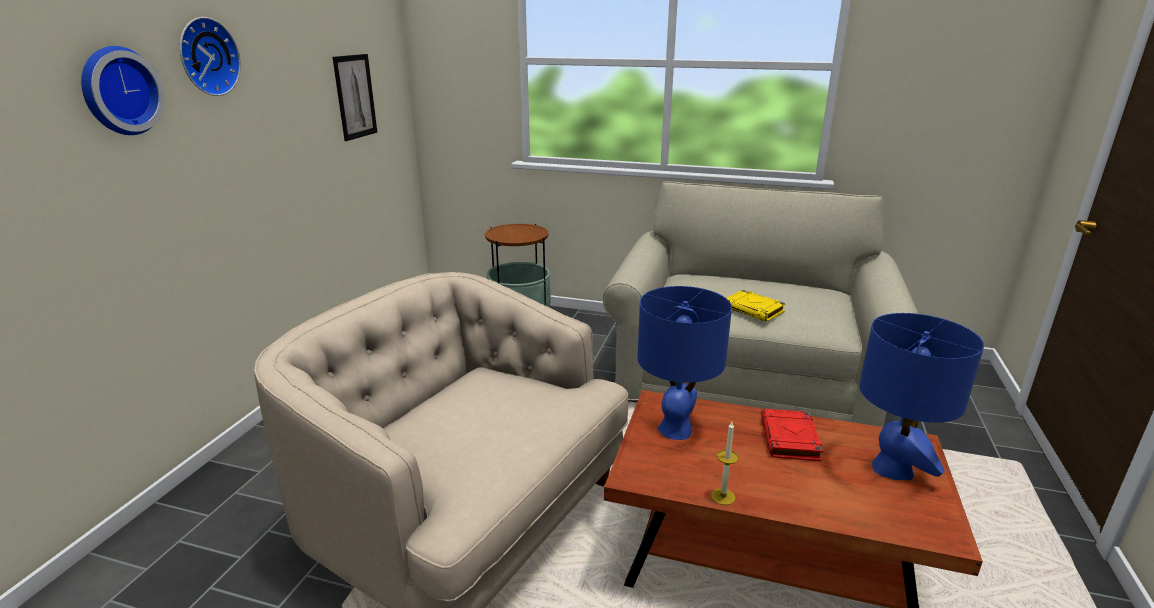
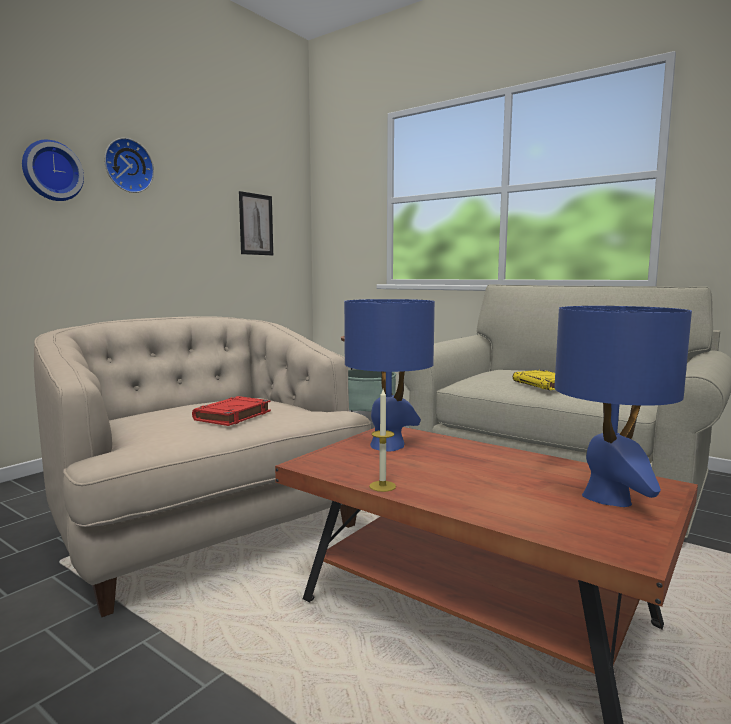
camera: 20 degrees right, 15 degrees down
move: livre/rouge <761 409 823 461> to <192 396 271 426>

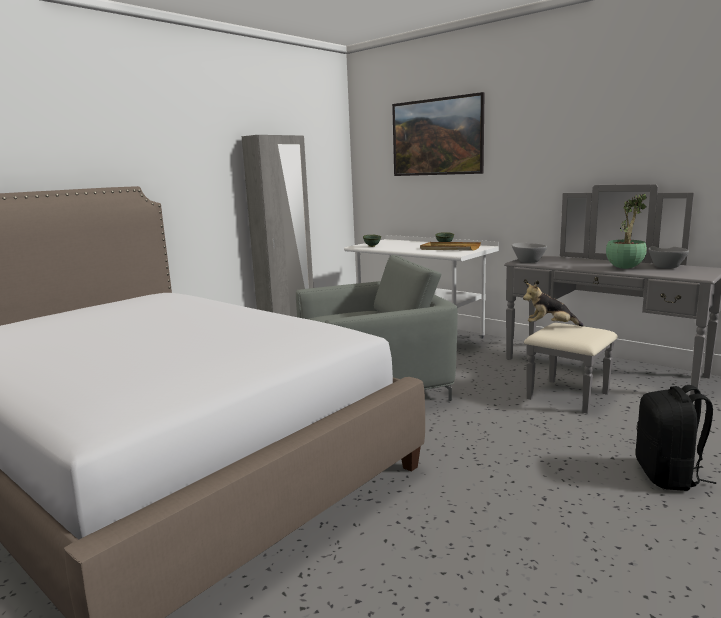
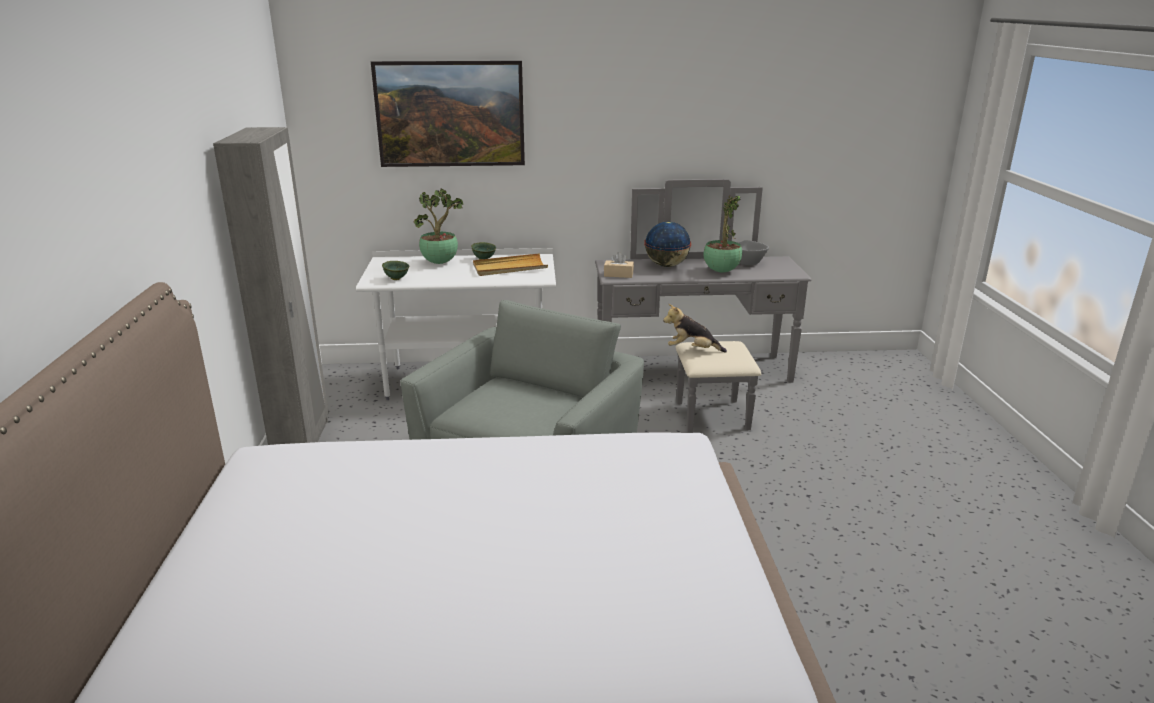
camera: 45 degrees left, 10 degrees up
delete: sac à dos/noir <636 385 716 491>
insert: plante en pot <414 188 463 264>; globe <644 222 691 267>
replace: bol/gris <512 243 547 263> to boîte à mouchoirs/beige <604 252 634 278>
rotate: peluche <523 283 584 327> = <663 304 727 352> 45 degrees clockwise

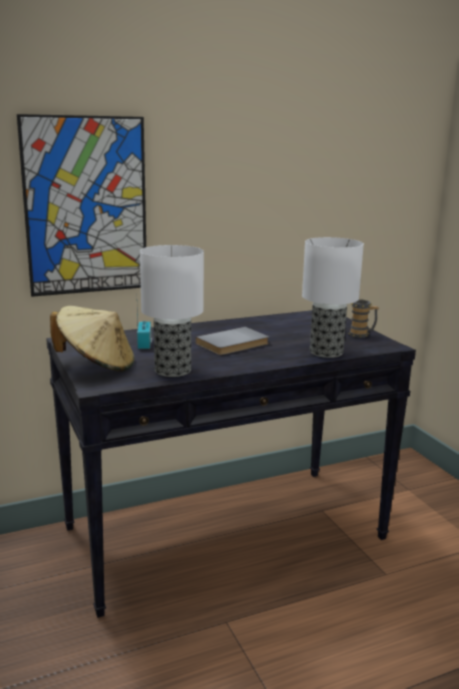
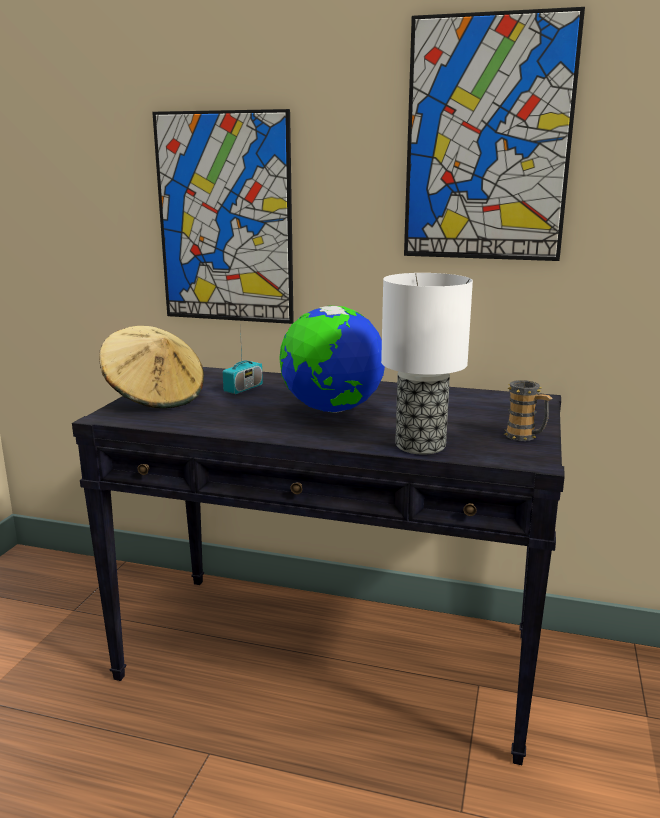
camera: 40 degrees right, 0 degrees up
delete: lampe de table <140 245 204 377>
insert: tableau <404 7 585 261>
replace: livre/gris <195 327 269 355> to globe <279 305 385 413>

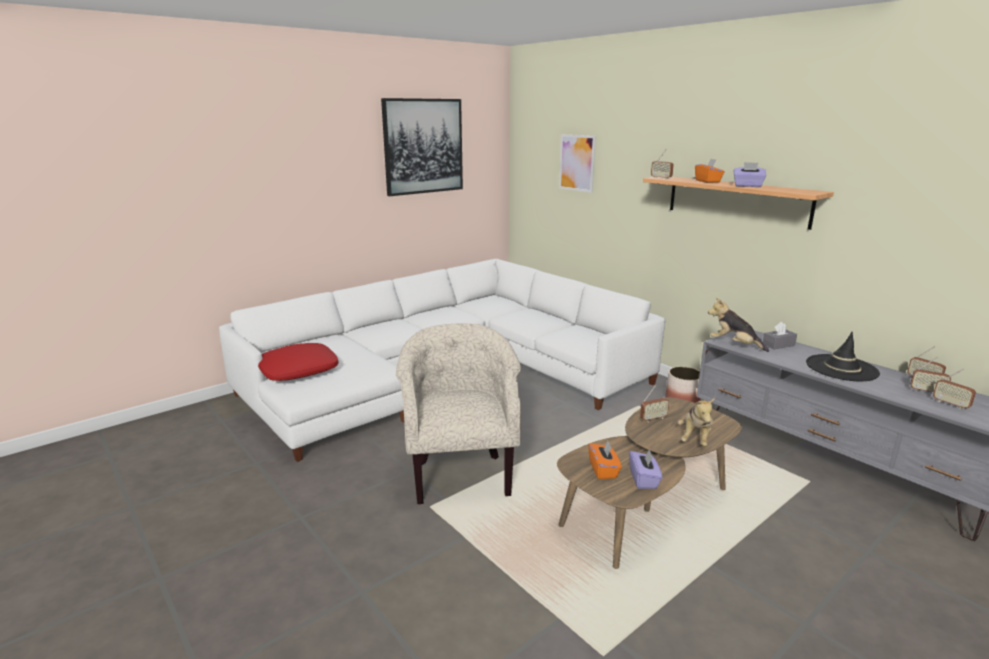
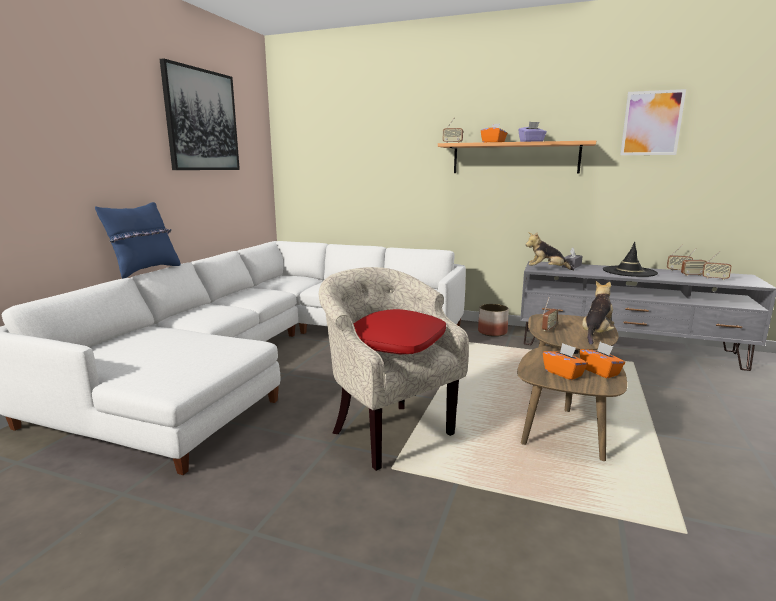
camera: 30 degrees left, 5 degrees down
insert: coussin/bleu <95 202 180 279>
move: coussin/rouge <258 343 338 381> to <353 309 446 354>; tableau <559 134 596 193> to <620 89 686 155>
recolor: boîte à mouchoirs/violet <629 449 662 489> to boîte à mouchoirs/orange <579 342 625 378>
rotate: peluche <678 398 715 447> = <582 281 615 345> 135 degrees counterclockwise

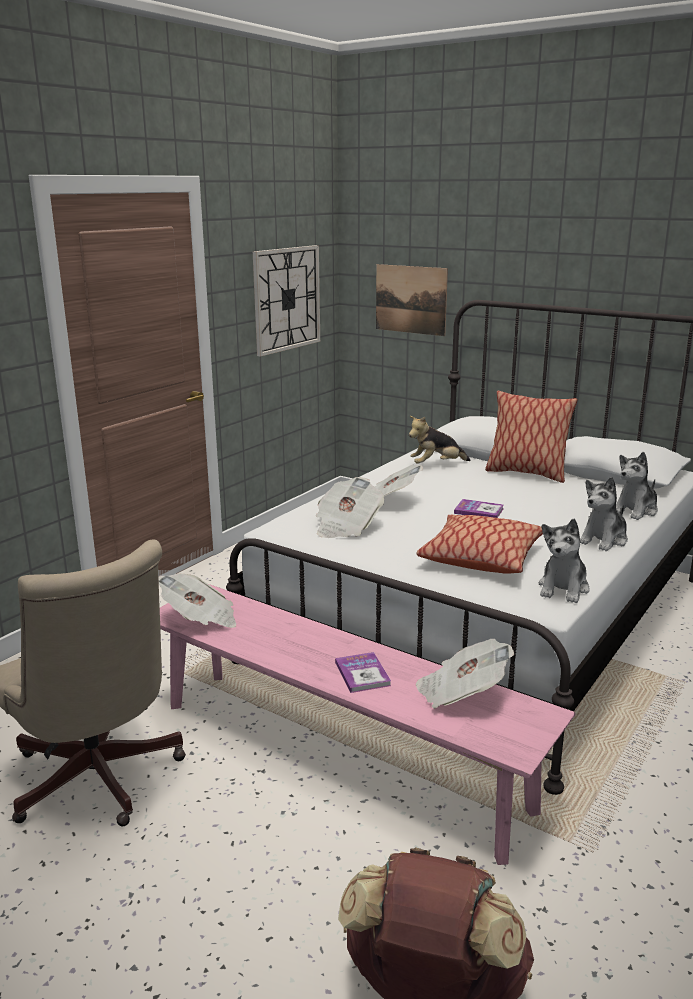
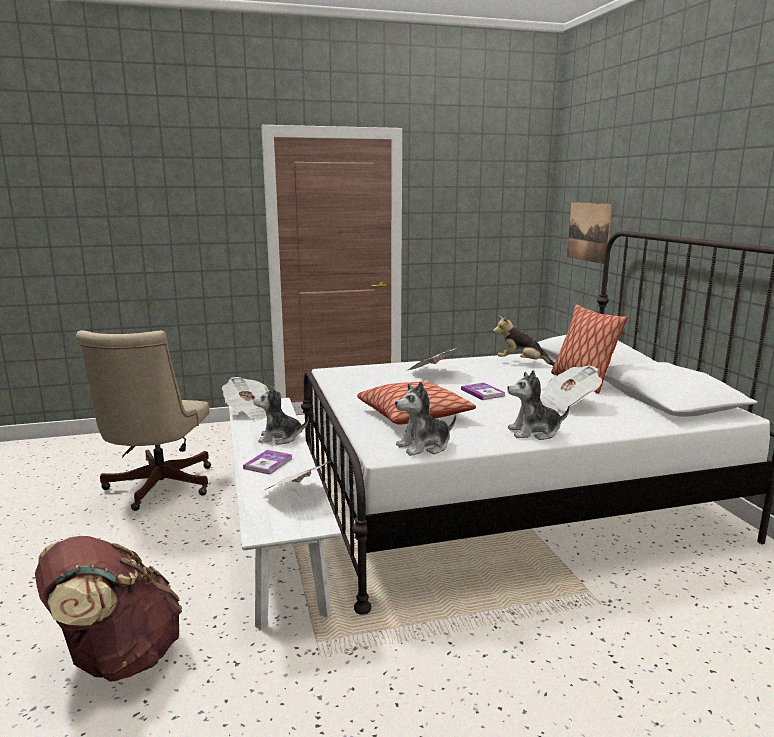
camera: 40 degrees right, 5 degrees down
delete: horloge murale <253 245 320 357>
move: journal <316 477 384 538> to <540 366 602 411>; peluche <616 452 658 520> to <253 386 309 445>
recolor: banc/rose <160 584 576 865> to banc/blanc <229 398 341 630>

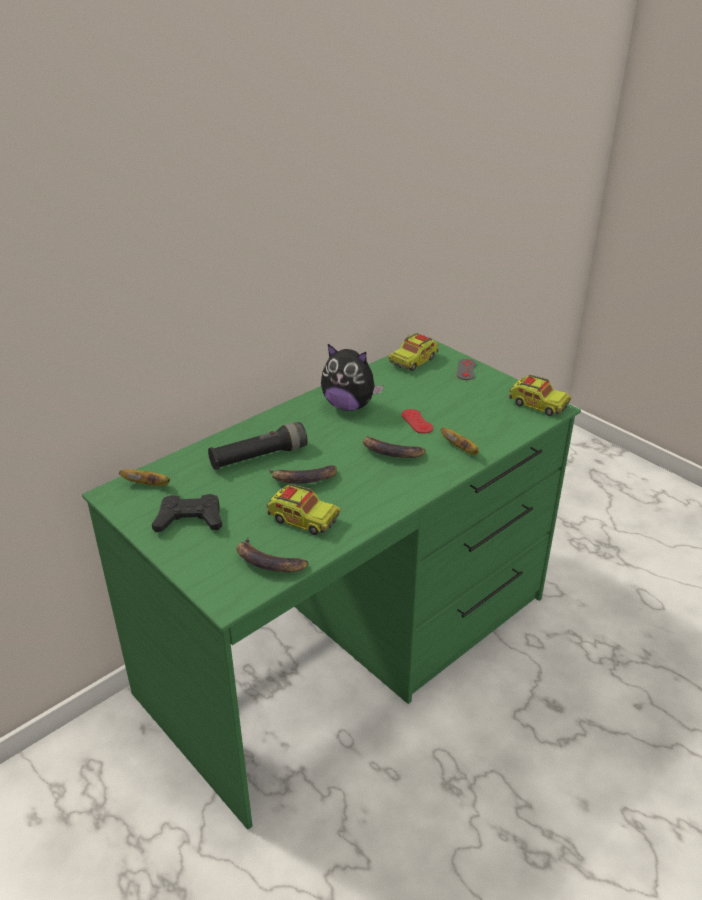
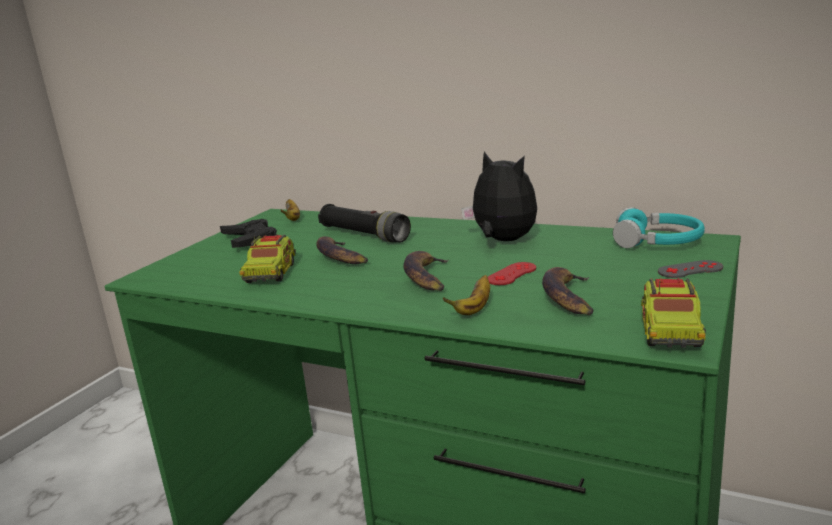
camera: 70 degrees right, 15 degrees down
move: banane <236 537 309 572> to <542 267 594 315>
replace: camion jouet <388 333 439 371> to casque audio/turquoise <613 207 705 248>
rotate: peluche <321 344 383 411> = <461 151 537 241> 135 degrees clockwise

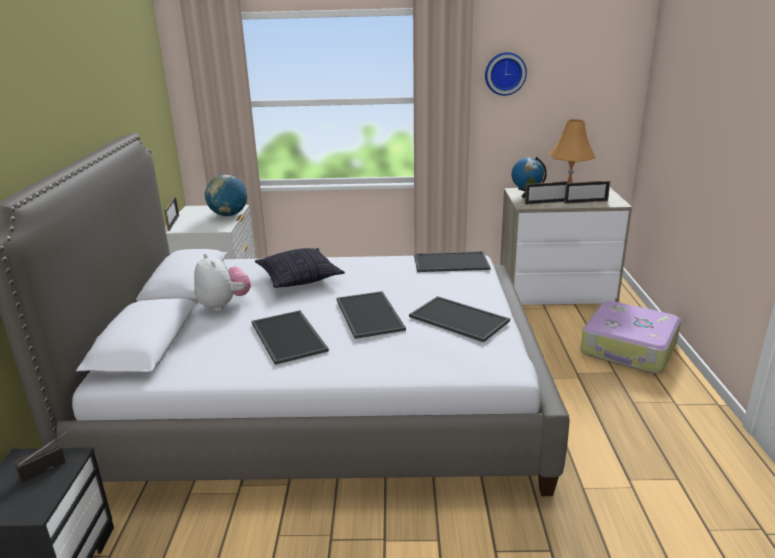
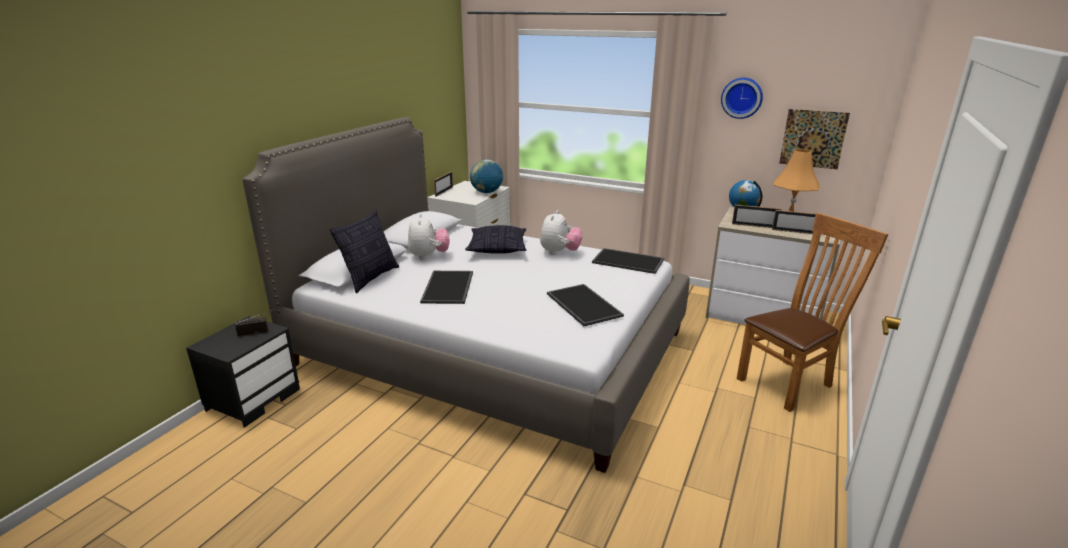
camera: 25 degrees right, 0 degrees up
delete: plateau <336 291 406 339>
insert: coussin <330 210 399 293>; peluche <540 210 583 255>; tableau <779 109 850 169>
replace: valise <580 301 681 374> to chaise/marron <737 213 888 412>

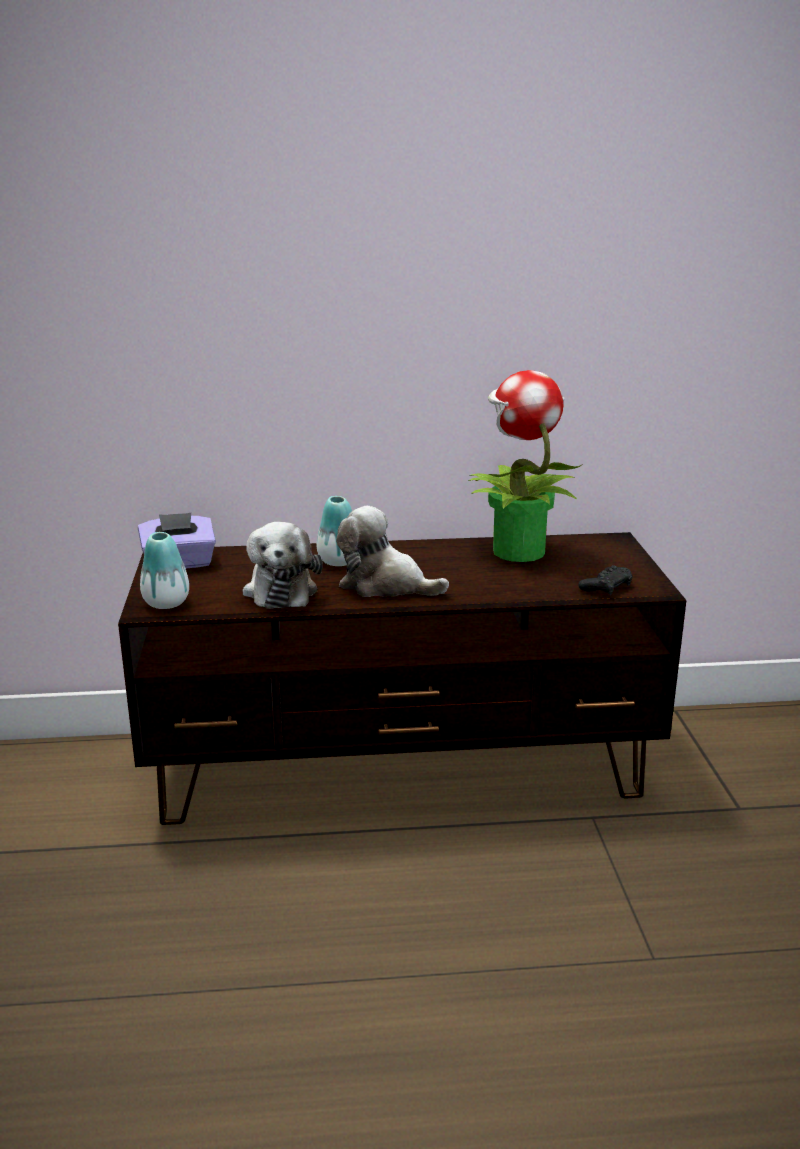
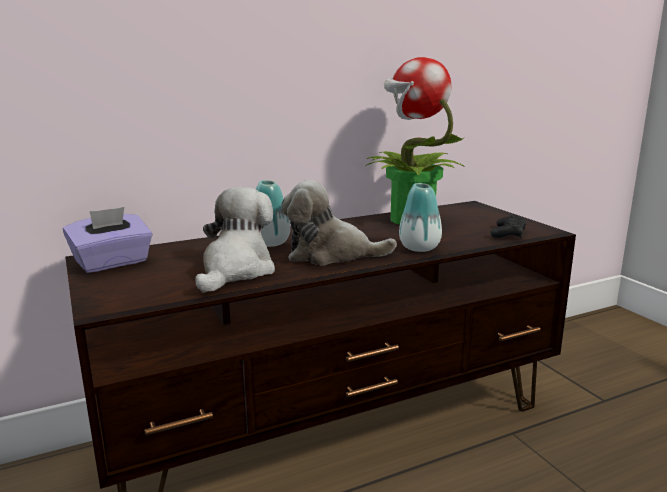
camera: 20 degrees left, 5 degrees down
move: vase <140 532 189 609> to <399 183 442 252>
rotate: peluche <243 522 323 609> = <195 187 275 293> 135 degrees counterclockwise

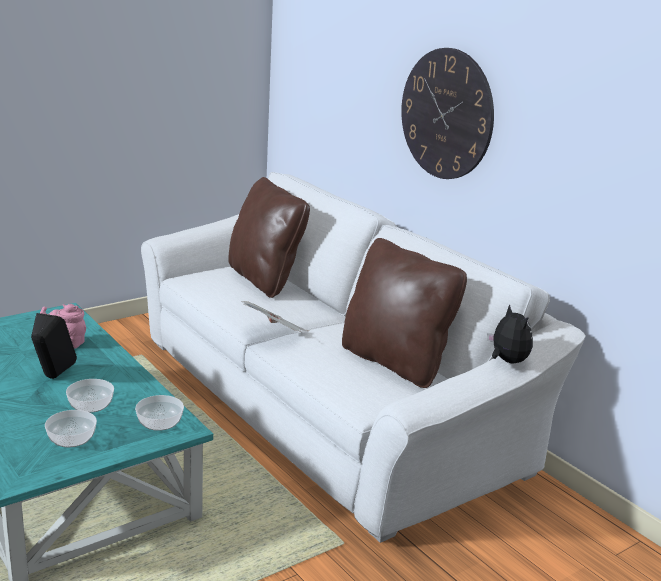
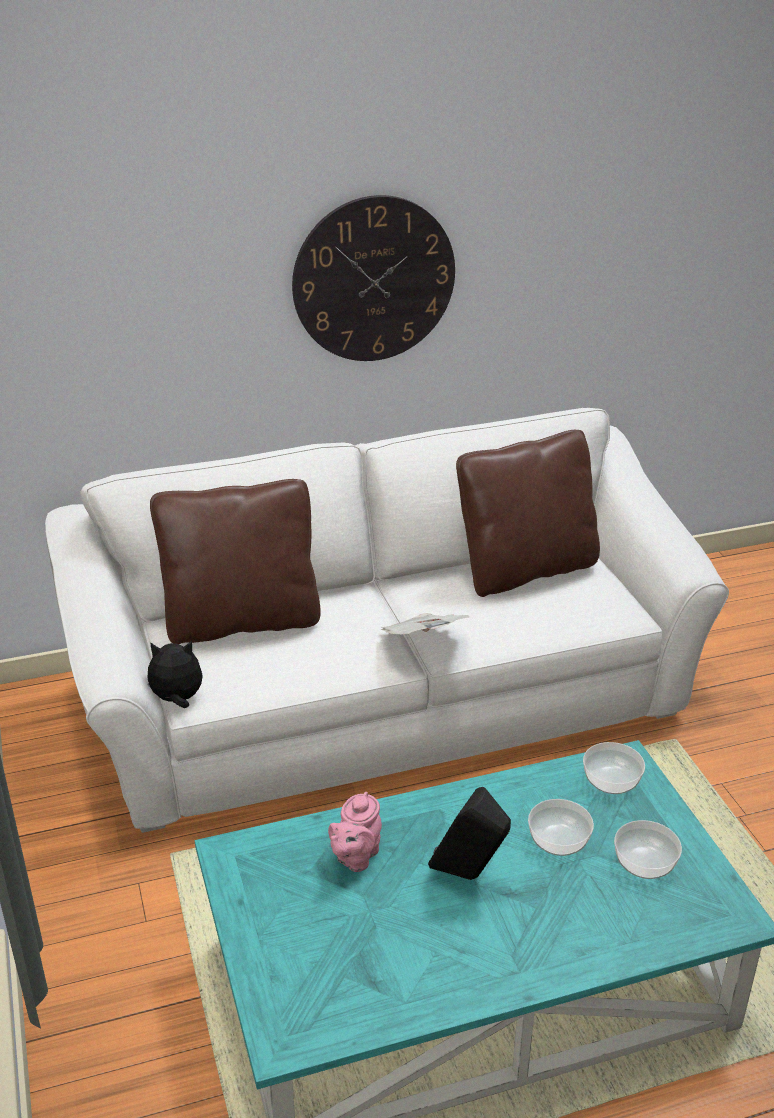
camera: 70 degrees left, 10 degrees up
move: peluche <487 304 533 363> to <147 641 203 708>

